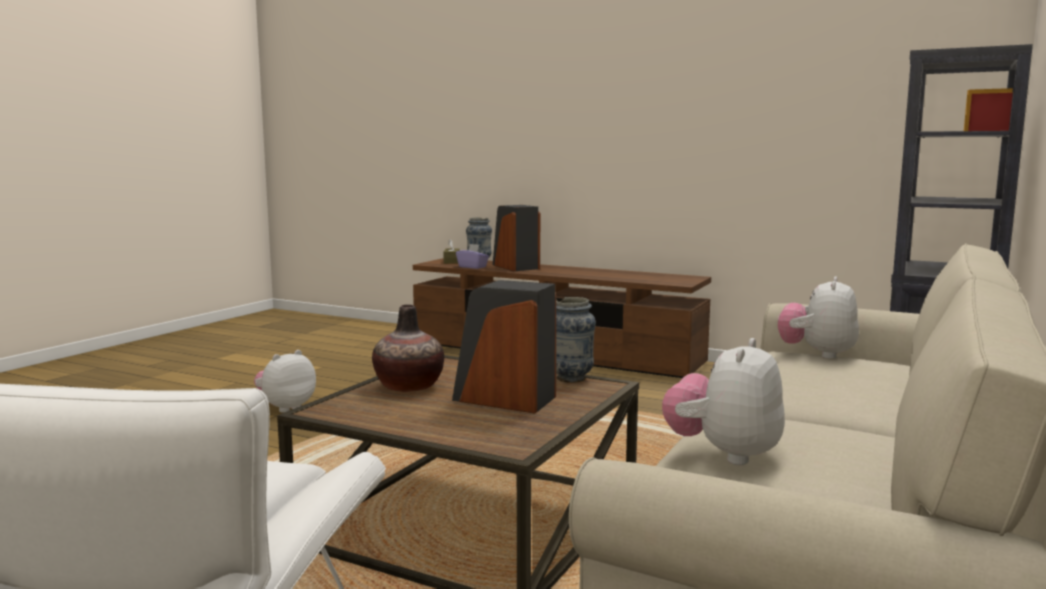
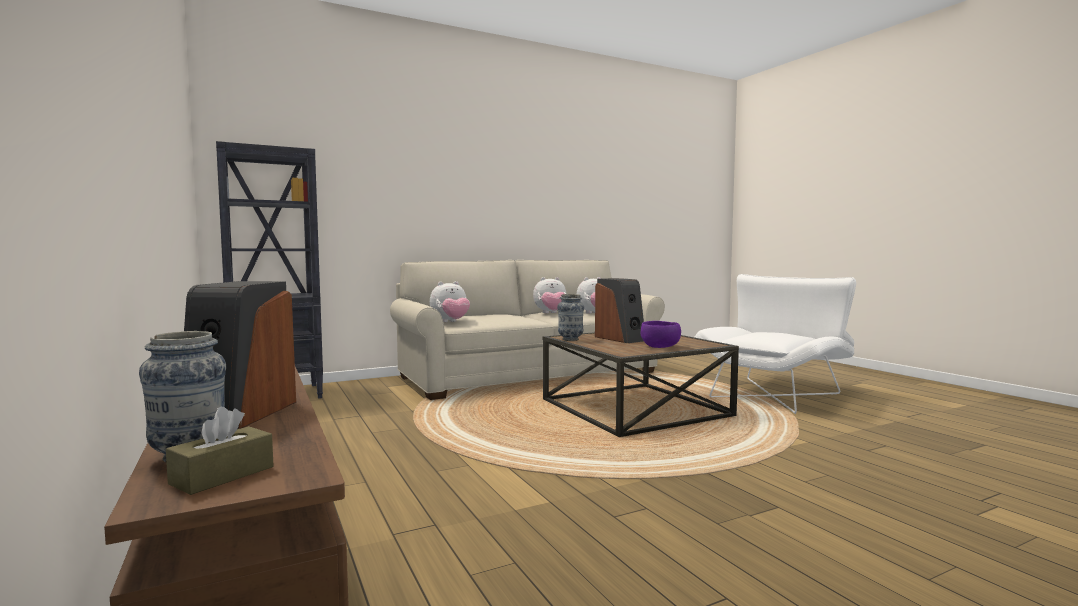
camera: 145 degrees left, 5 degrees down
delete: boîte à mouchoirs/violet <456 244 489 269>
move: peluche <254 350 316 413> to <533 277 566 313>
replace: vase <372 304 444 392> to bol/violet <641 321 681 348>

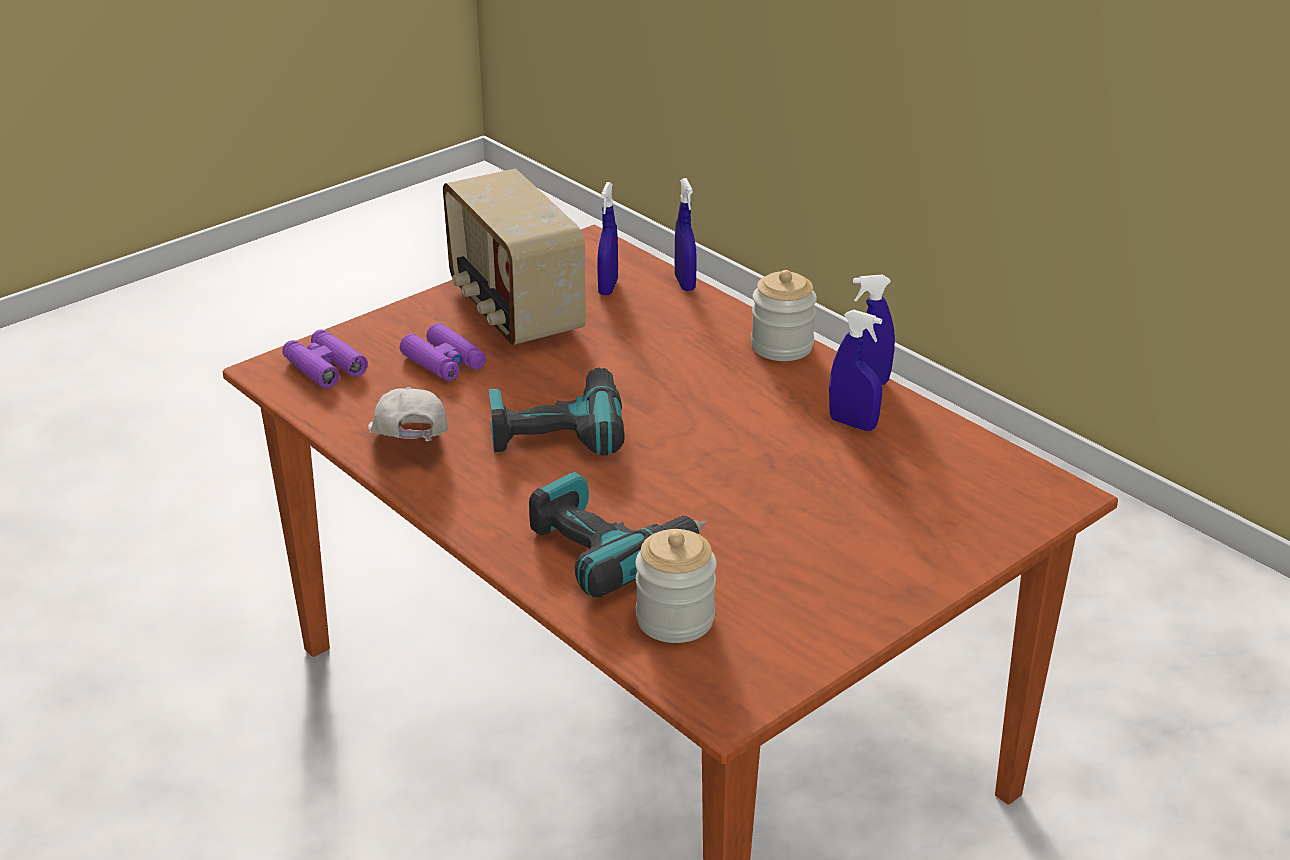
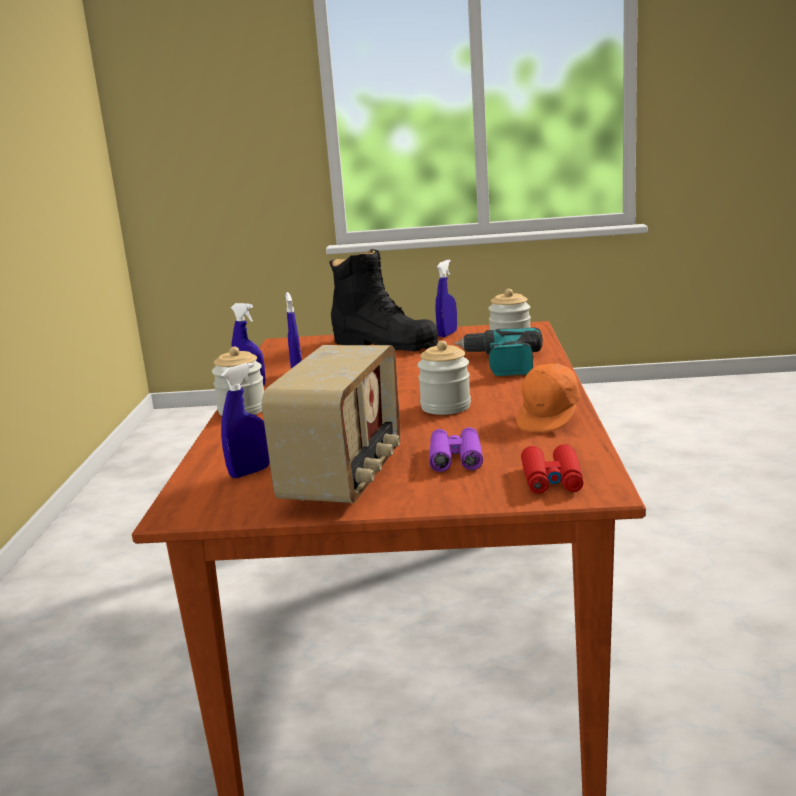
camera: 135 degrees left, 15 degrees down
insert: botte/noir <329 249 438 351>
move: vaporisateur/bleu <675 178 697 291> to <435 260 457 337>
replace: perceuse <488 367 624 456> to bocal <418 340 471 415>
recolor: jumelles/violet <282 329 368 388> to jumelles/rouge <521 444 583 494>; casquette/blanc <368 387 448 441> to casquette/orange <516 362 581 432>

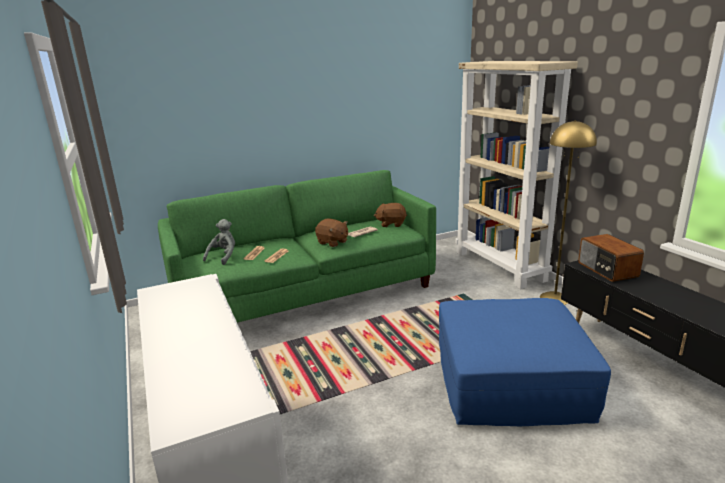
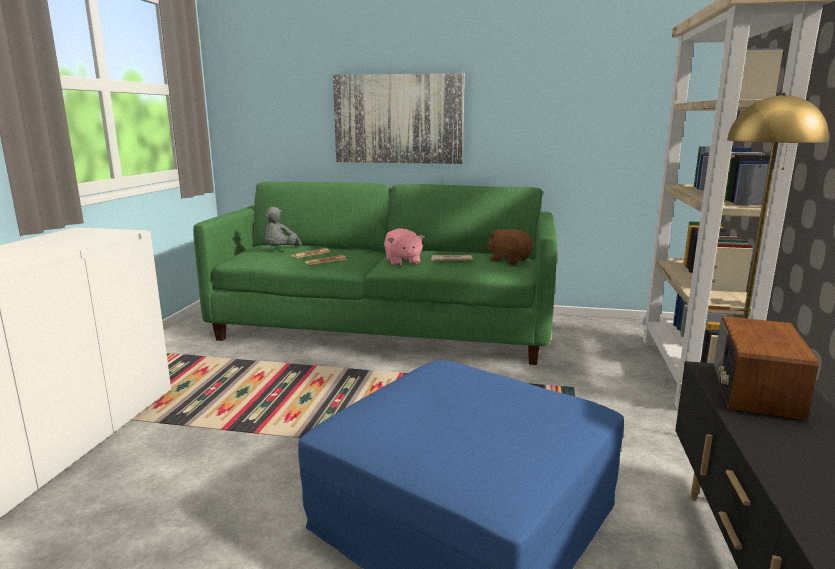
camera: 35 degrees right, 5 degrees down
insert: tableau <333 73 465 164>
recolor: peluche/marron <315 219 348 247> to peluche/rose <384 228 425 266>
rotate: peluche/gris <203 219 235 265> = <263 207 302 246> 135 degrees clockwise

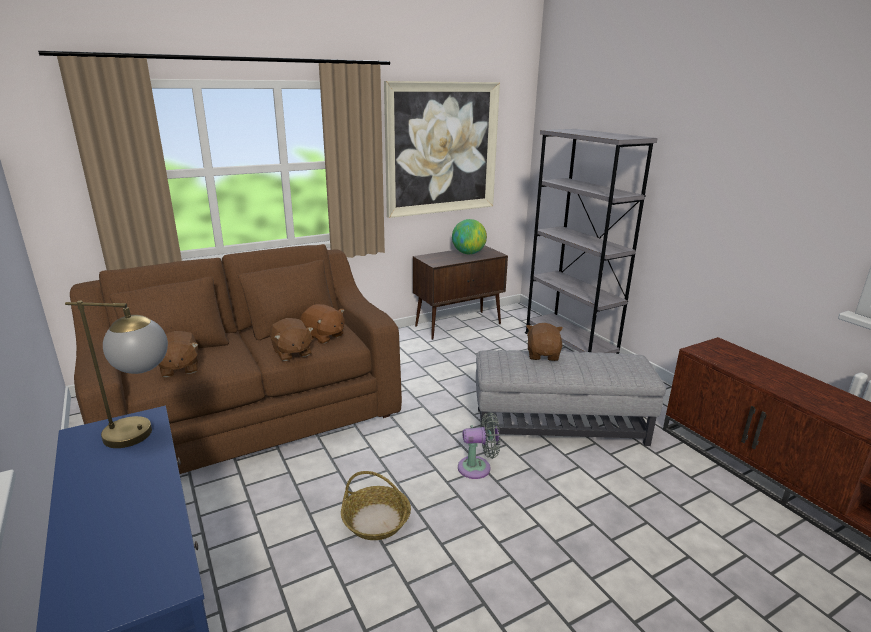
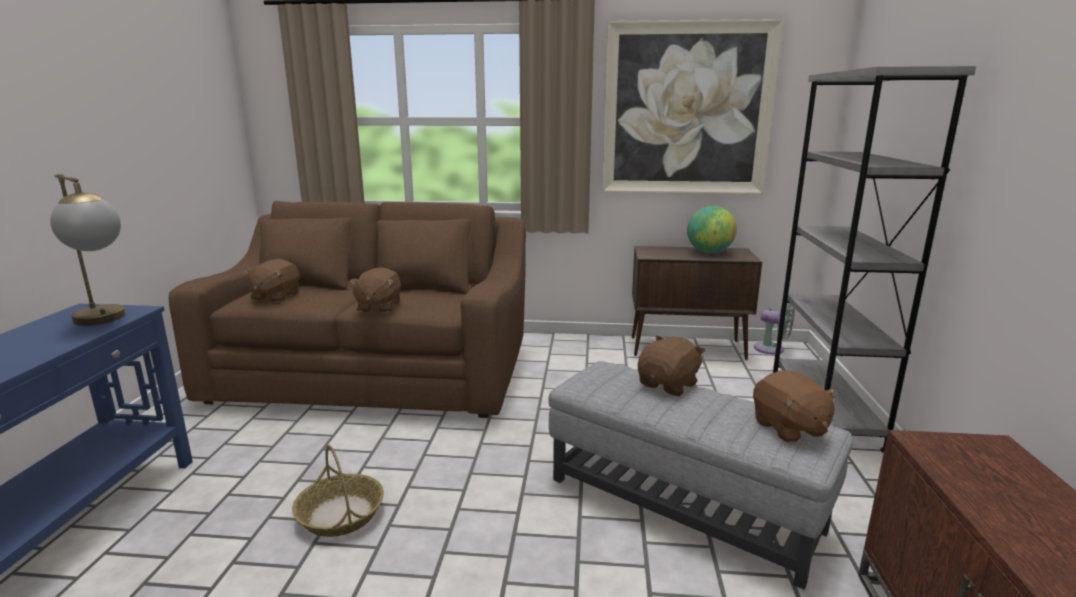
camera: 35 degrees right, 5 degrees down
move: peluche/marron <300 304 345 344> to <753 370 838 443>; ventilateur/gris <458 412 500 479> to <754 303 795 354>

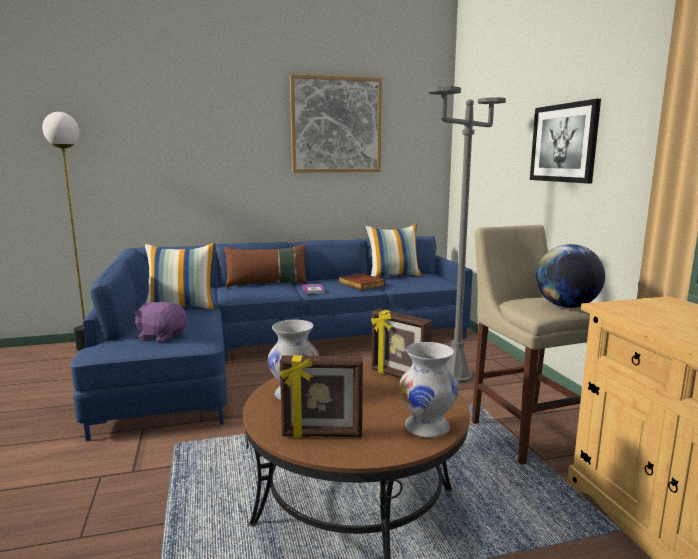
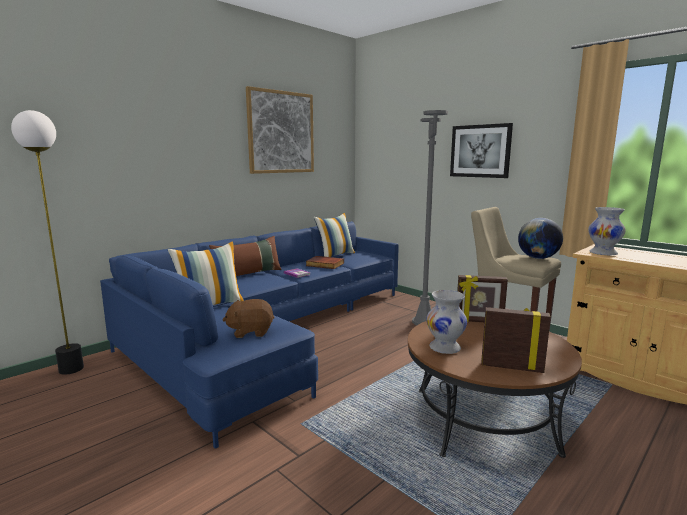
camera: 30 degrees left, 0 degrees up
move: vase/blanc <399 342 458 438> to <588 207 626 255>
recolor: peluche/violet <134 301 187 342> to peluche/marron <222 299 274 338>
rotate: cadre photo <280 355 363 438> = <481 307 551 373> 135 degrees counterclockwise

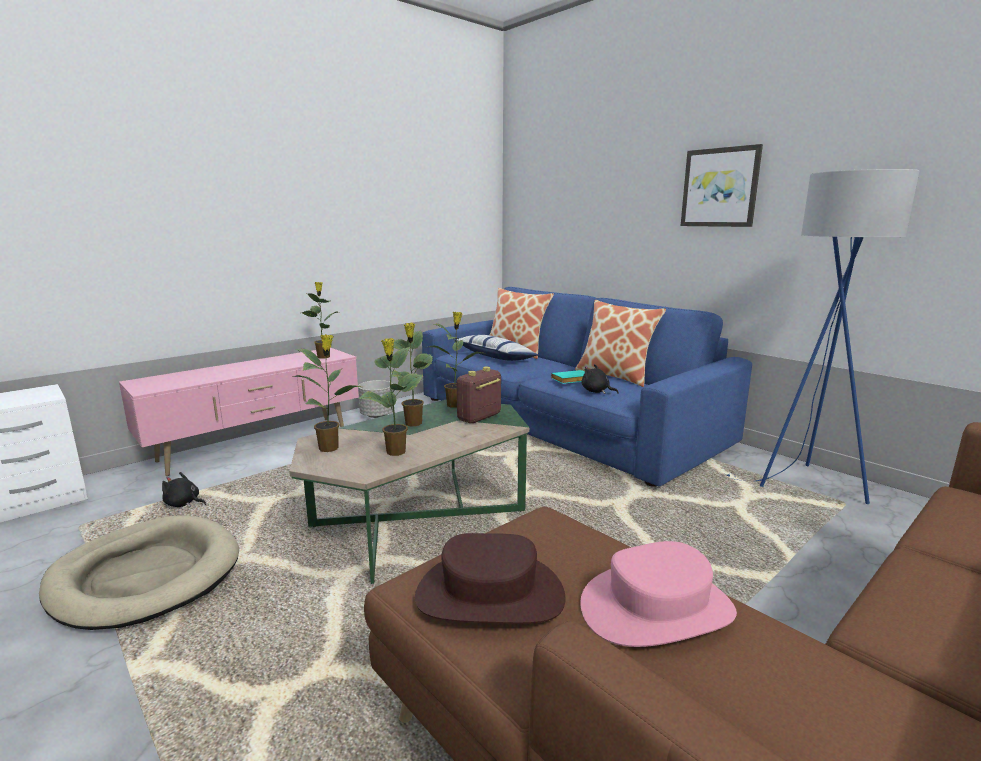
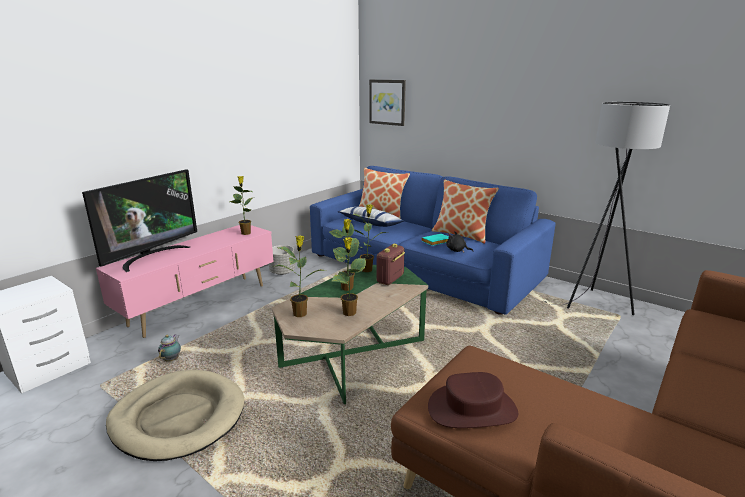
camera: 10 degrees left, 5 degrees up
delete: chapeau/rose <580 541 737 647>
insert: téléviseur <82 169 197 272>
move: tableau <681 144 763 227> to <369 80 406 126>
replace: peluche/noir <162 472 206 507> to théière <158 334 181 361>
recolor: lampadaire/bleu <725 169 920 504> to lampadaire/gris <544 102 670 315>

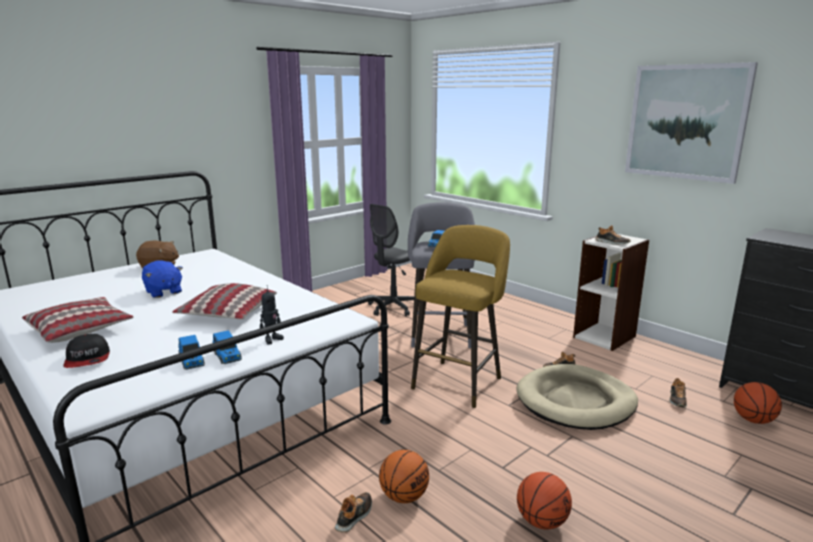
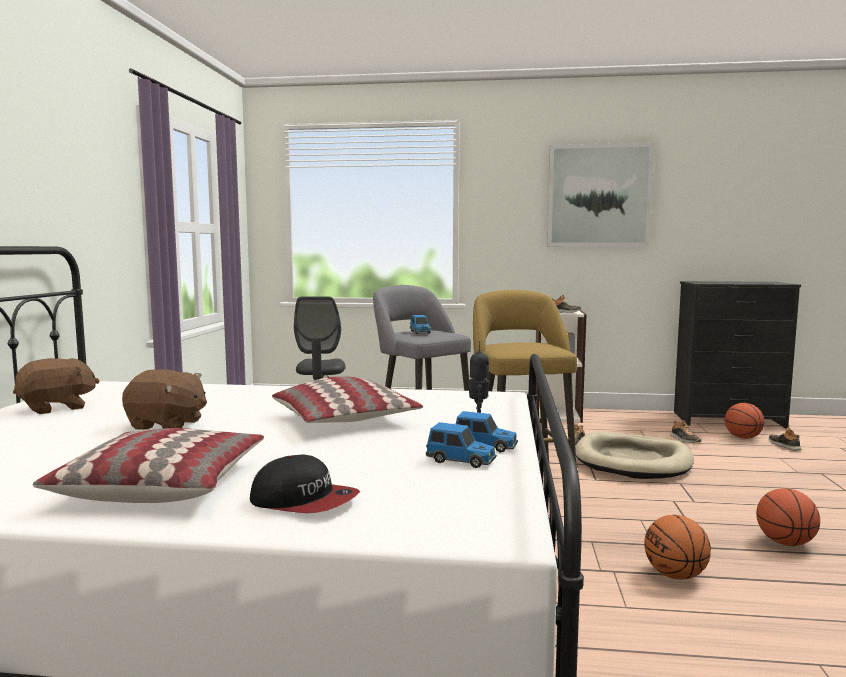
camera: 40 degrees left, 10 degrees down
move: chaussure <335 492 372 532> to <769 427 801 451>
recolor: peluche/bleu <142 261 183 298> to peluche/marron <122 369 207 430>

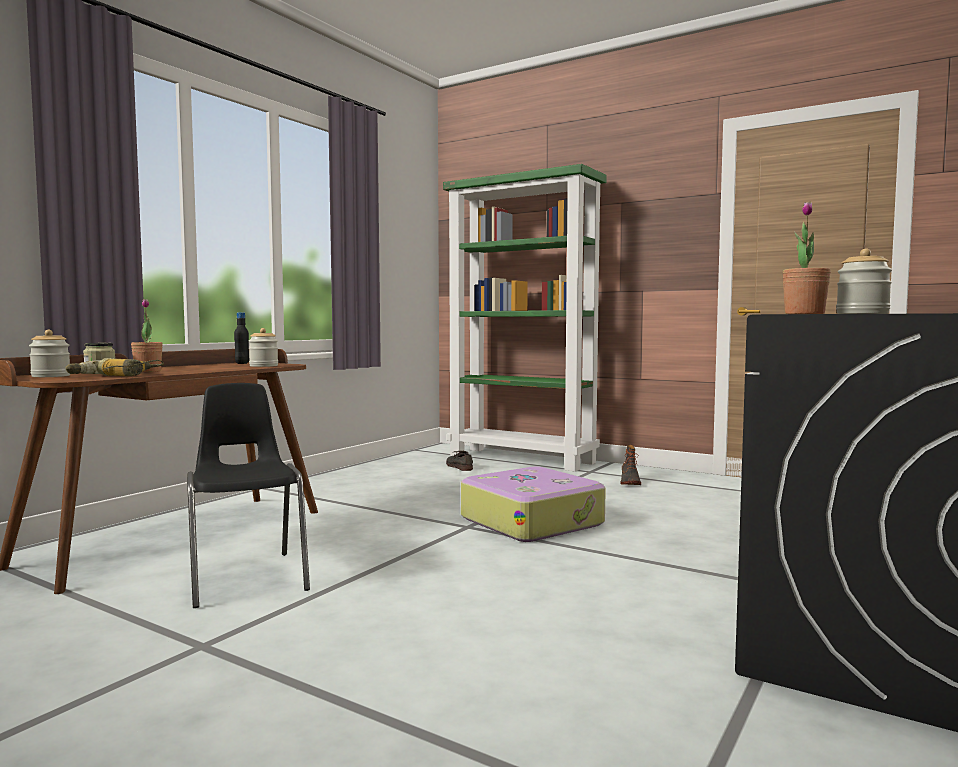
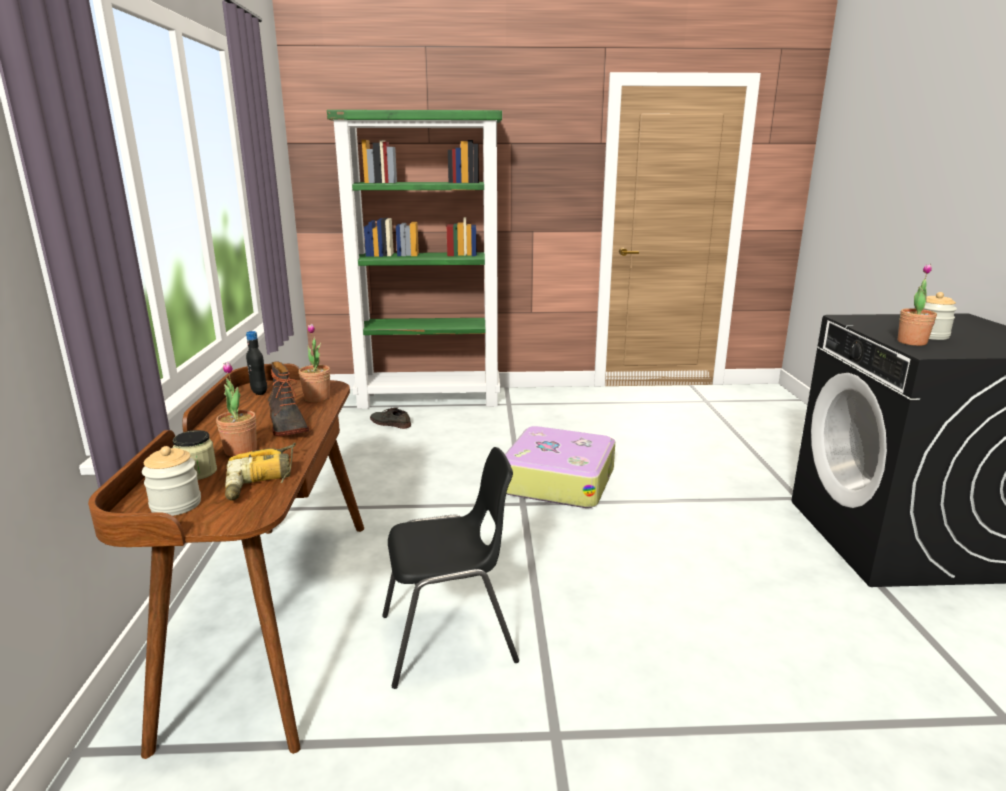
camera: 35 degrees left, 15 degrees up
move: botte <620 445 641 485> to <268 361 309 436>
replace: bocal <249 328 278 367> to plante en pot <299 324 330 402>
rotate: chaise/noir <187 383 310 608> = <382 447 519 689> 135 degrees clockwise

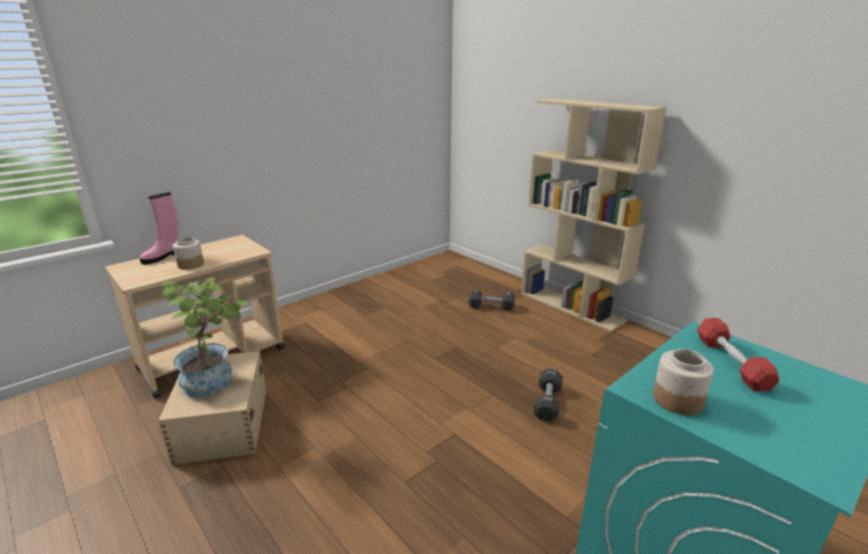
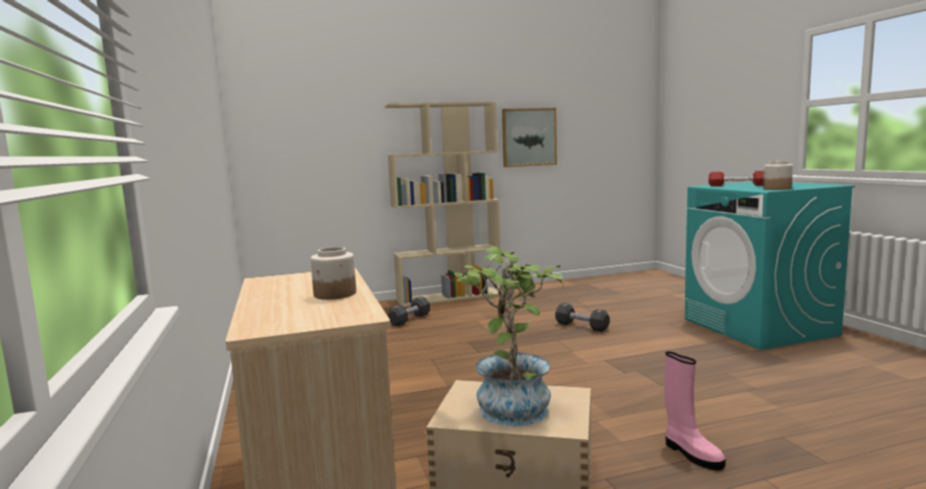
camera: 65 degrees left, 15 degrees down
insert: tableau <502 108 557 167>
move: botte/rose <140 192 179 265> to <664 351 726 471>

